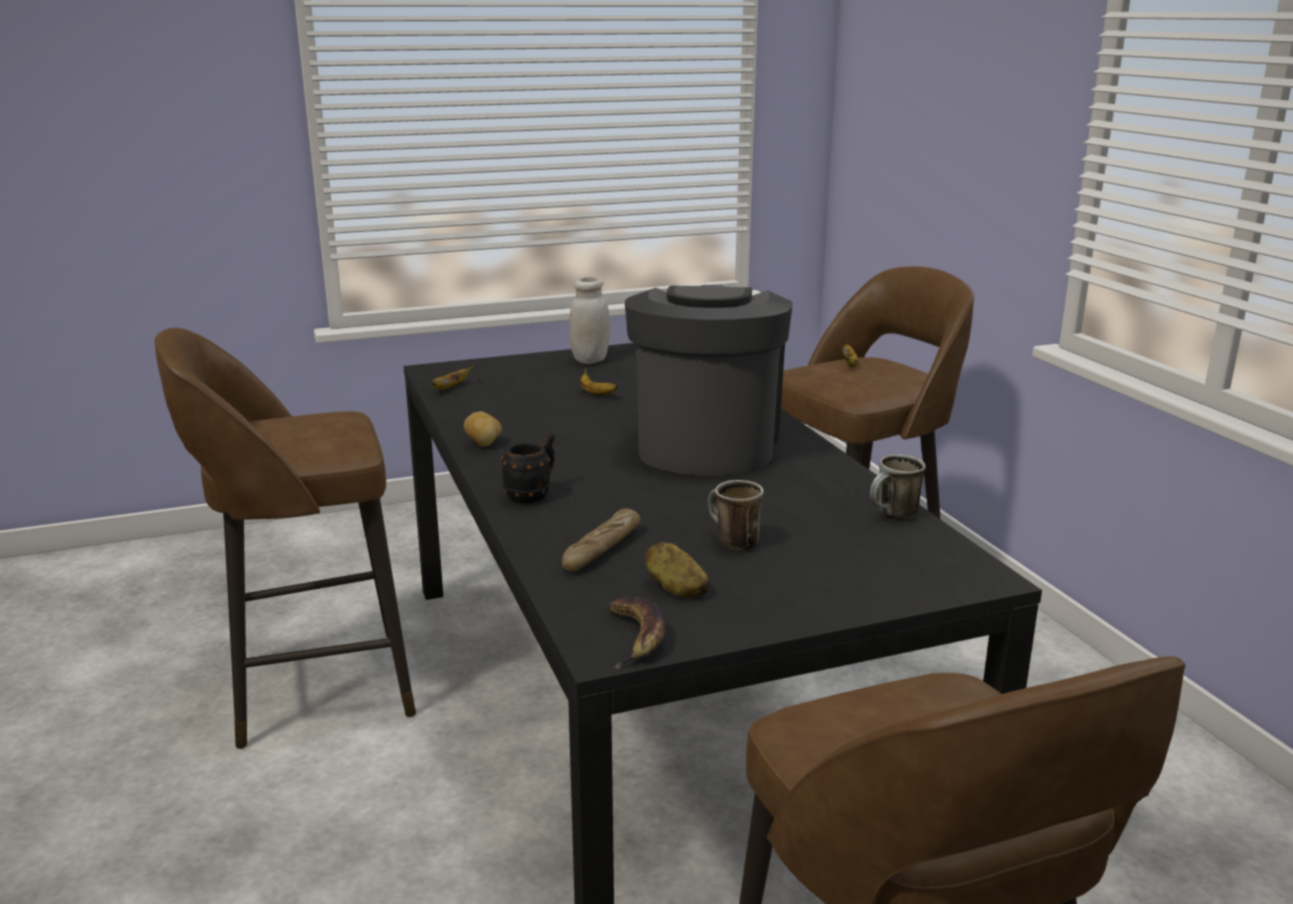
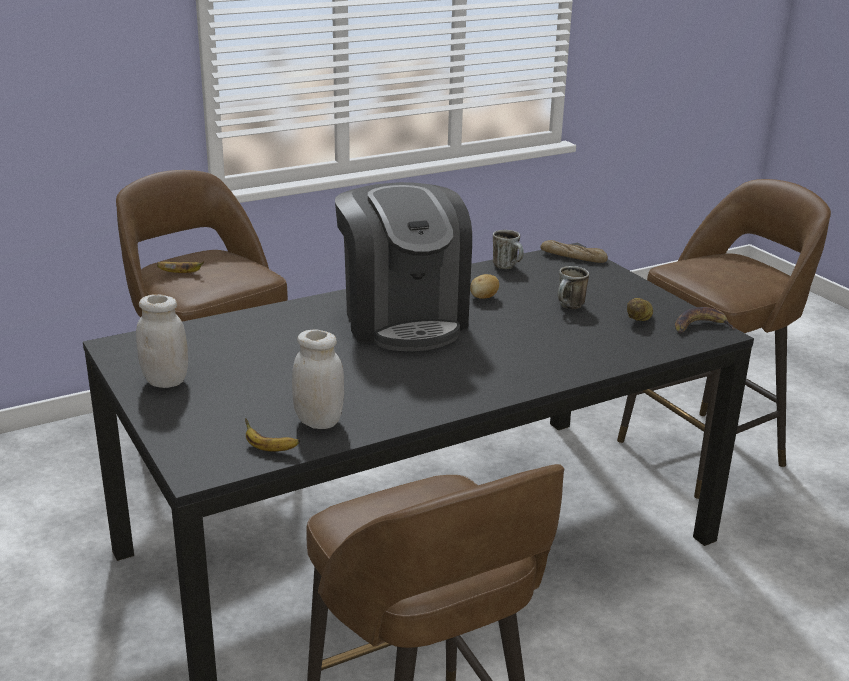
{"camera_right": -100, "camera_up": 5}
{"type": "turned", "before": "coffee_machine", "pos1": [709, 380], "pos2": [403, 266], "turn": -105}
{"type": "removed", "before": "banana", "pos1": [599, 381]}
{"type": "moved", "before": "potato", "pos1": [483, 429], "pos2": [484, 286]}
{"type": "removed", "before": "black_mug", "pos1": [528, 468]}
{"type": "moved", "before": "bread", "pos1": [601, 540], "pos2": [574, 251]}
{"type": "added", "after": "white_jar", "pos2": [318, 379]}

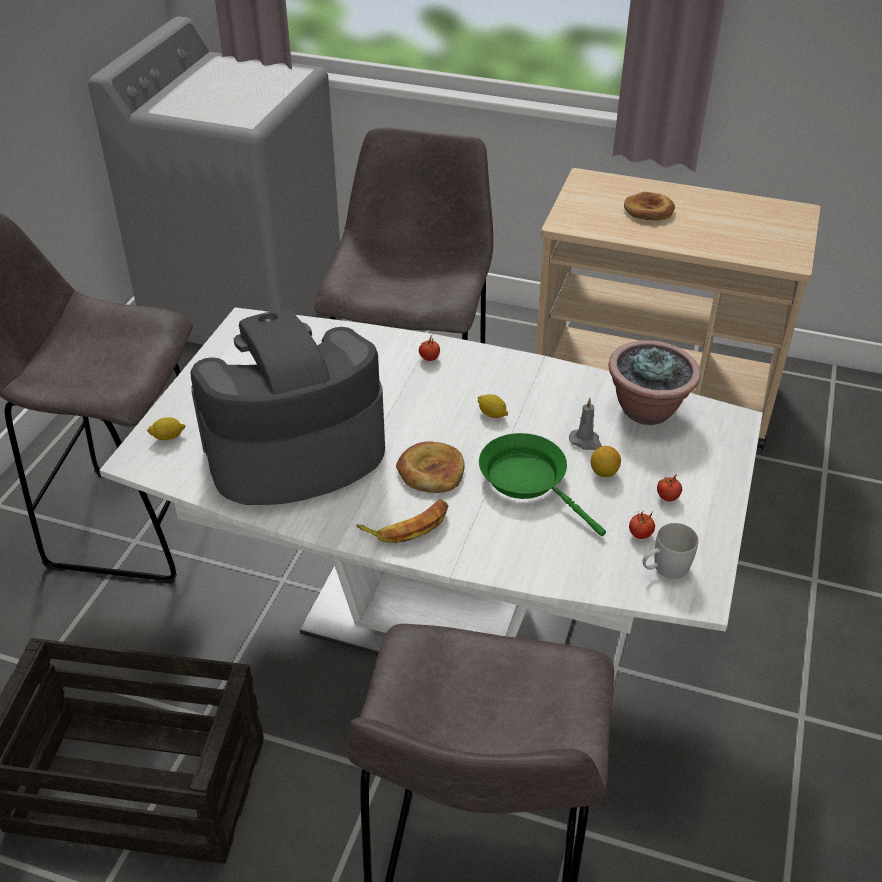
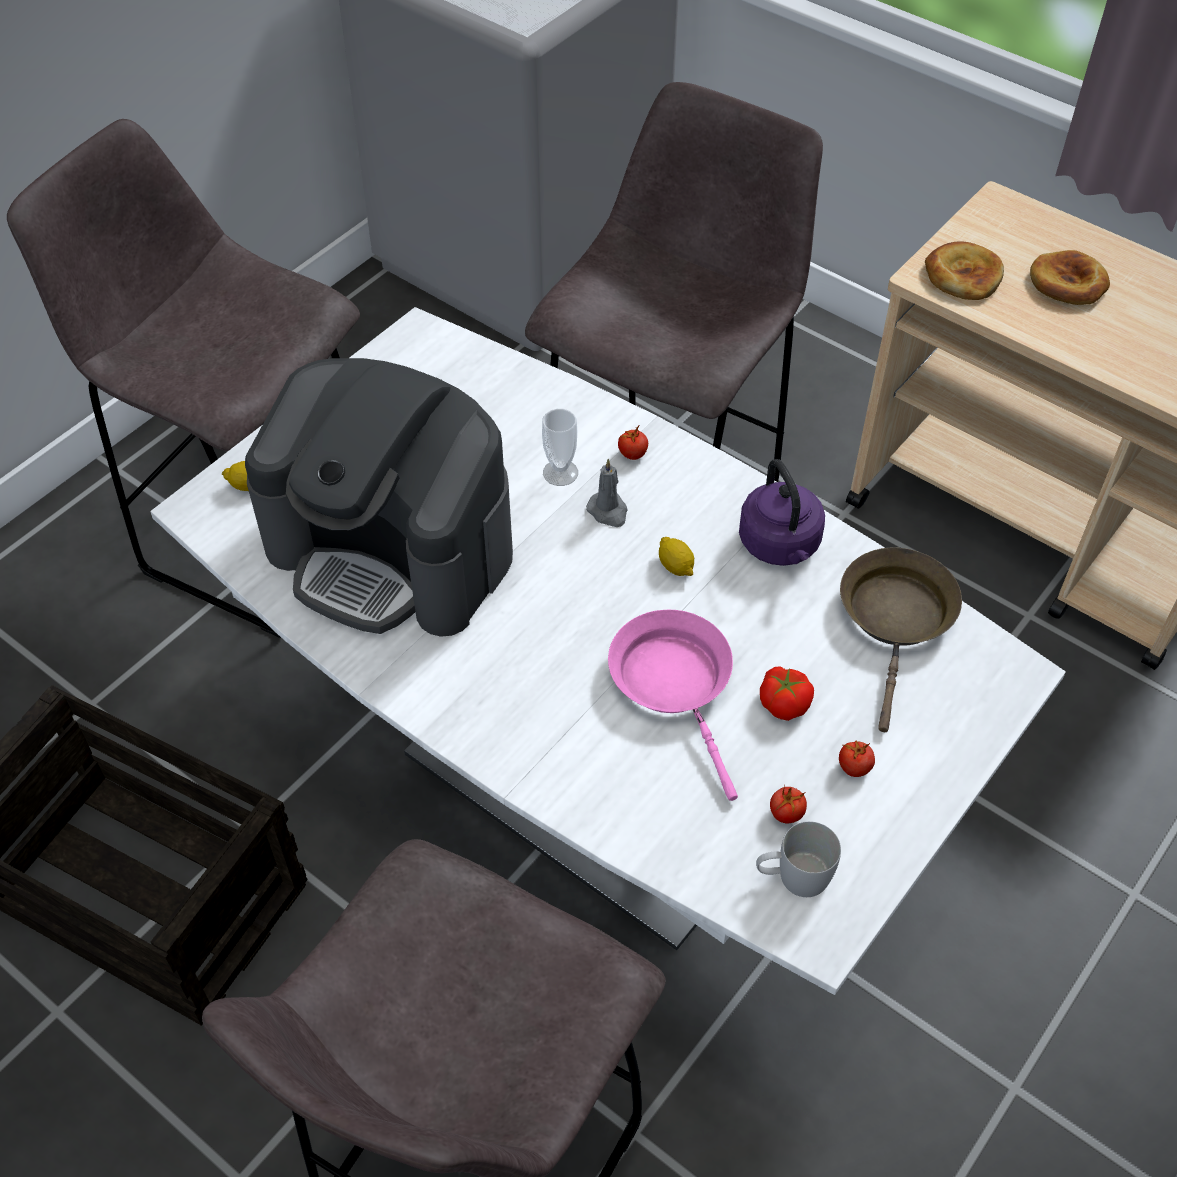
{"camera_right": 20, "camera_up": 10}
{"type": "turned", "before": "coffee_machine", "pos1": [288, 407], "pos2": [379, 497], "turn": -150}
{"type": "replaced", "before": "potted_plant", "after": "brown_frying_pan", "pos1": [654, 382], "pos2": [901, 639]}
{"type": "moved", "before": "grey_candle", "pos1": [585, 424], "pos2": [607, 493]}
{"type": "recoloured", "before": "green_frying_pan", "after": "pink_frying_pan", "pos1": [542, 484], "pos2": [673, 705]}
{"type": "moved", "before": "bread", "pos1": [430, 467], "pos2": [964, 270]}
{"type": "replaced", "before": "lemon", "after": "tomato", "pos1": [606, 461], "pos2": [787, 694]}
{"type": "removed", "before": "banana", "pos1": [402, 521]}
{"type": "added", "after": "cup", "pos2": [560, 447]}
{"type": "added", "after": "purple_kettle", "pos2": [782, 512]}

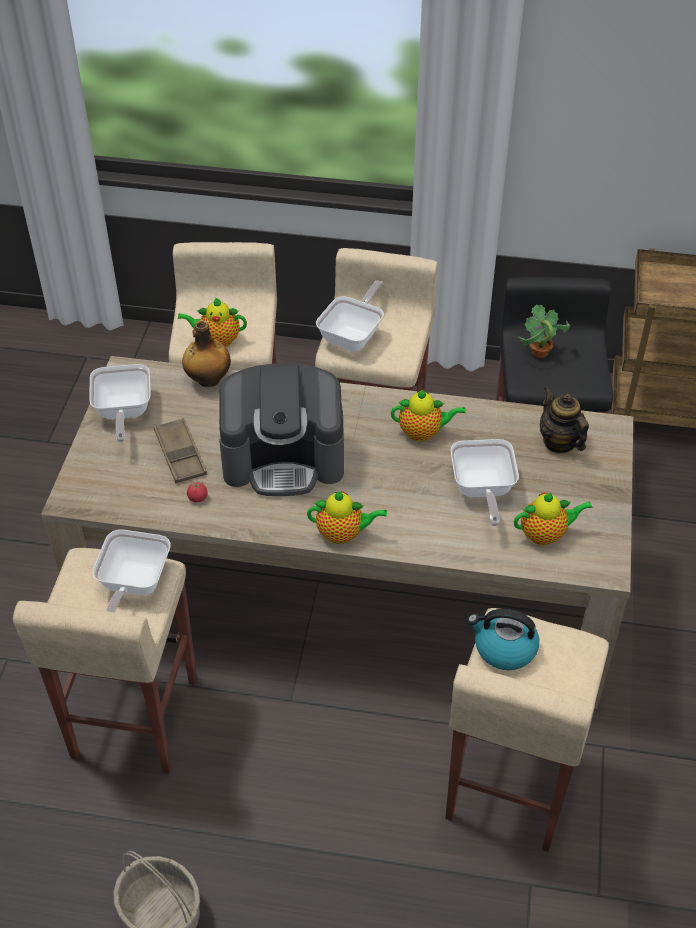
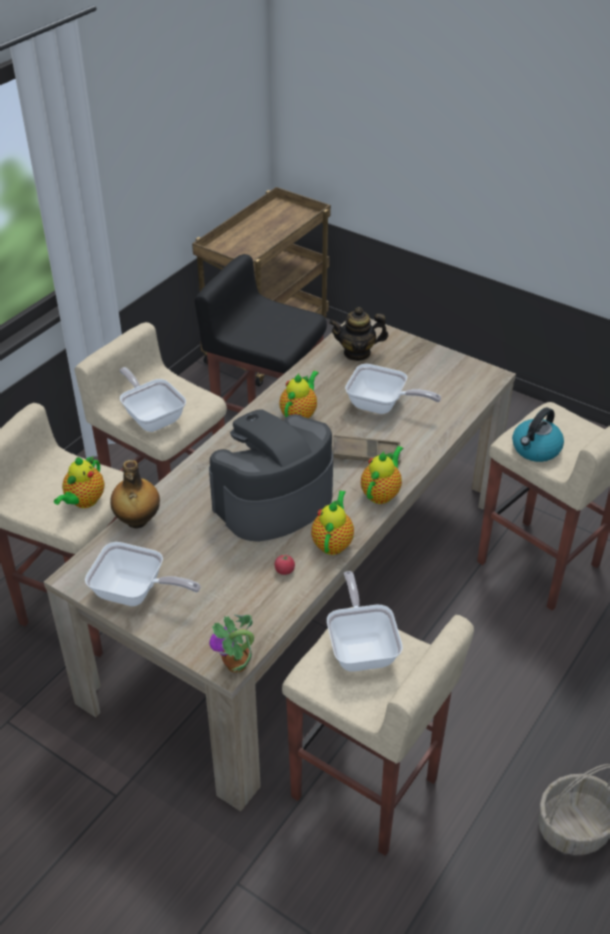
{"camera_right": -65, "camera_up": -5}
{"type": "moved", "before": "potted_plant", "pos1": [544, 331], "pos2": [231, 643]}
{"type": "turned", "before": "coffee_machine", "pos1": [281, 429], "pos2": [271, 475], "turn": -150}
{"type": "moved", "before": "brown_tray", "pos1": [180, 450], "pos2": [367, 449]}
{"type": "moved", "before": "teapot", "pos1": [553, 518], "pos2": [332, 522]}
{"type": "turned", "before": "frying_pan", "pos1": [131, 571], "pos2": [365, 621], "turn": -135}

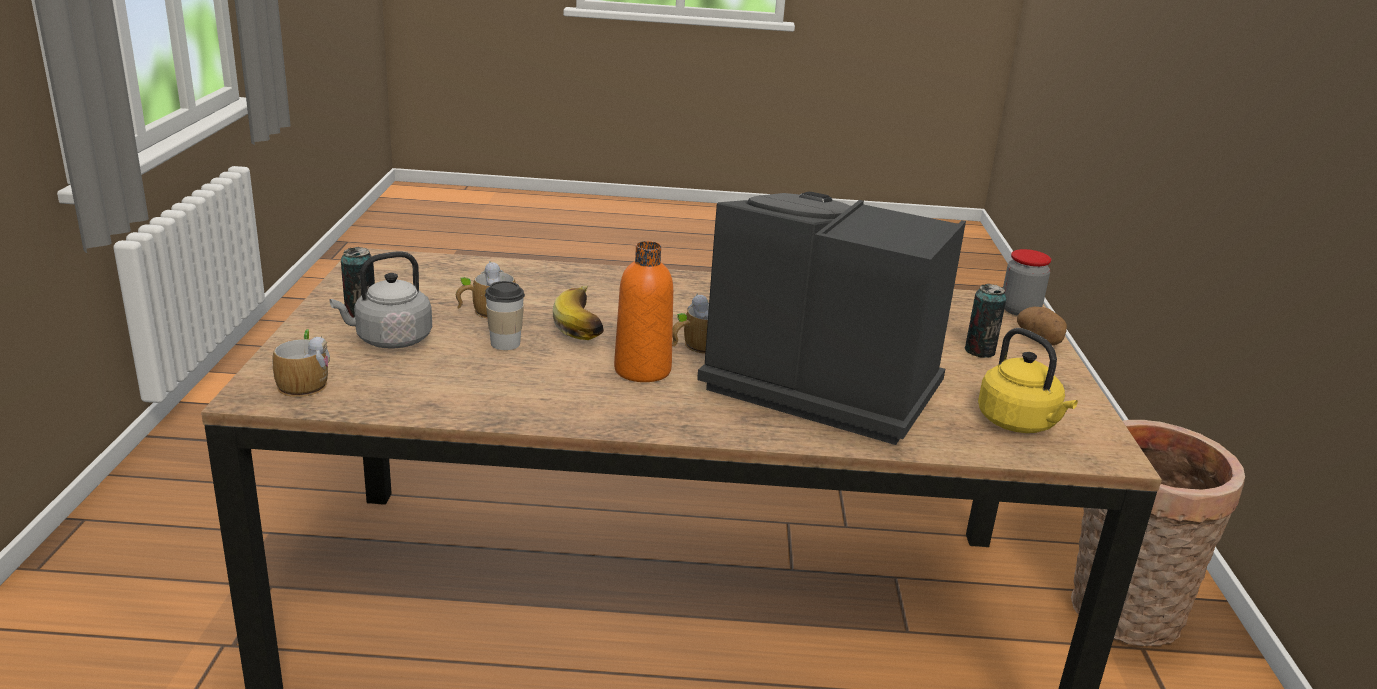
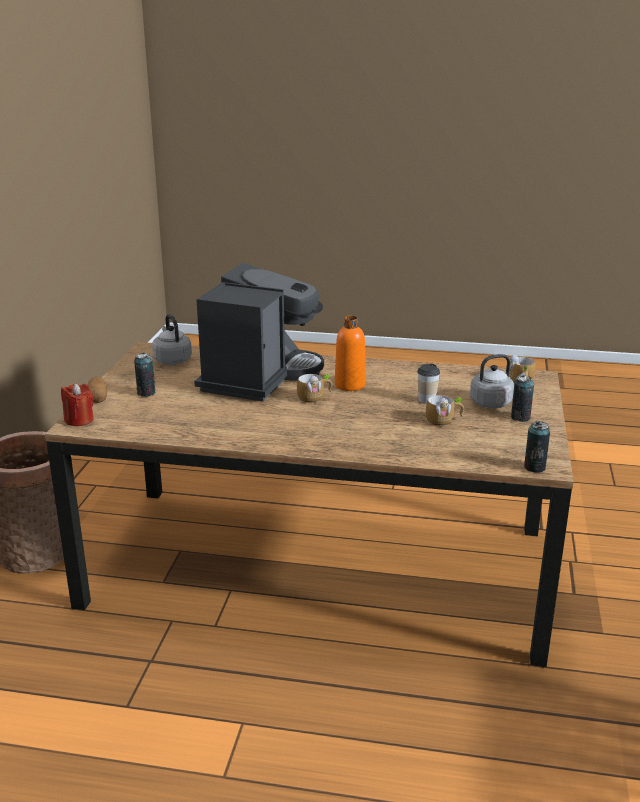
{"camera_right": -170, "camera_up": 0}
{"type": "turned", "before": "coffee_machine", "pos1": [831, 318], "pos2": [259, 332], "turn": -105}
{"type": "replaced", "before": "jar", "after": "red_candle", "pos1": [1027, 282], "pos2": [77, 404]}
{"type": "removed", "before": "banana", "pos1": [578, 313]}
{"type": "recoloured", "before": "yellow_kettle", "after": "grey_kettle", "pos1": [1028, 380], "pos2": [172, 339]}
{"type": "added", "after": "can", "pos2": [537, 447]}

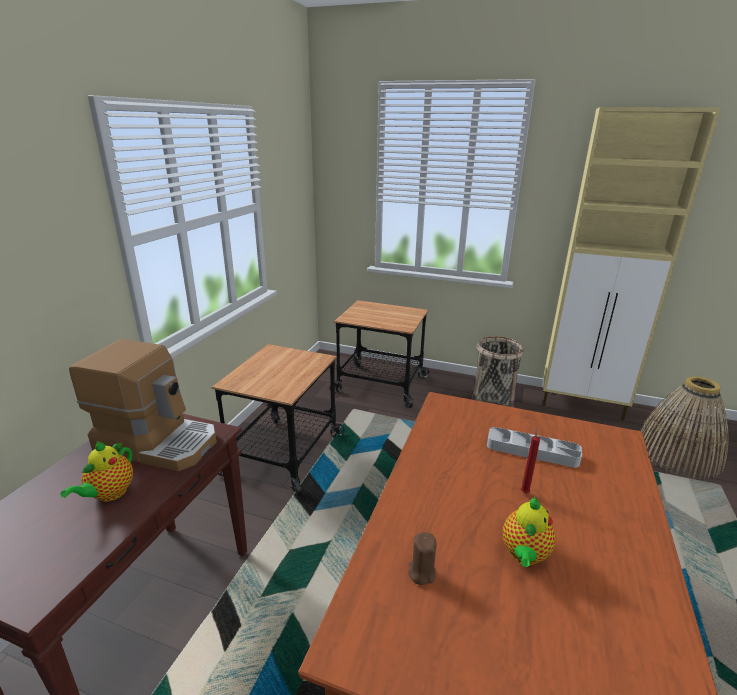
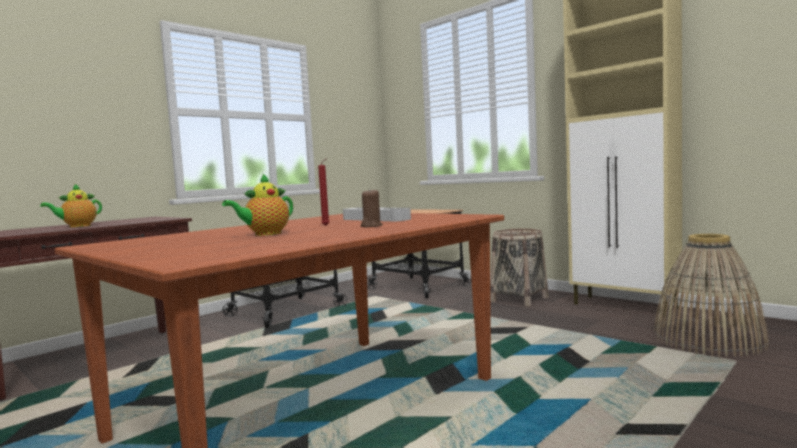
{"camera_right": 25, "camera_up": -20}
{"type": "removed", "before": "coffee_machine", "pos1": [143, 405]}
{"type": "moved", "before": "brown_candle", "pos1": [422, 558], "pos2": [372, 207]}

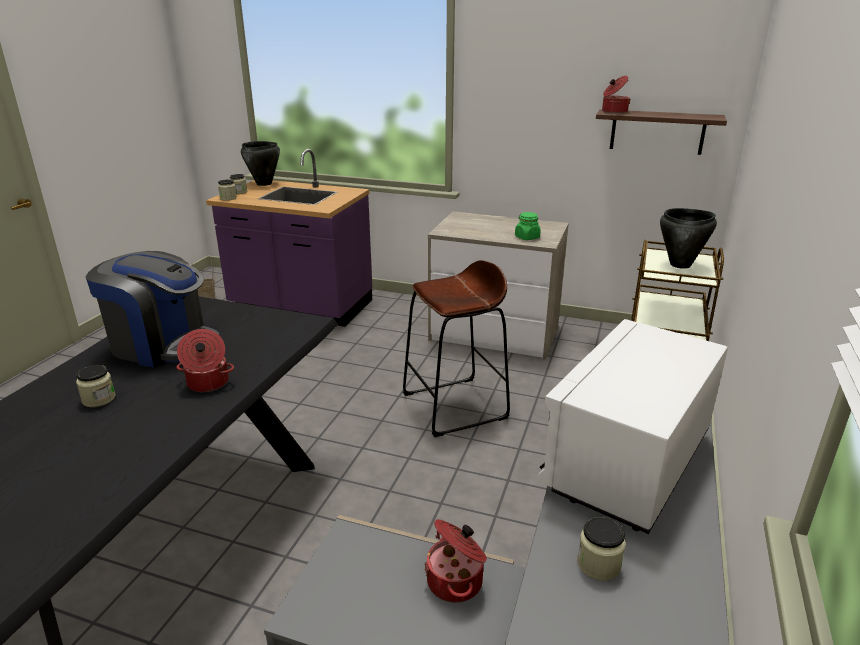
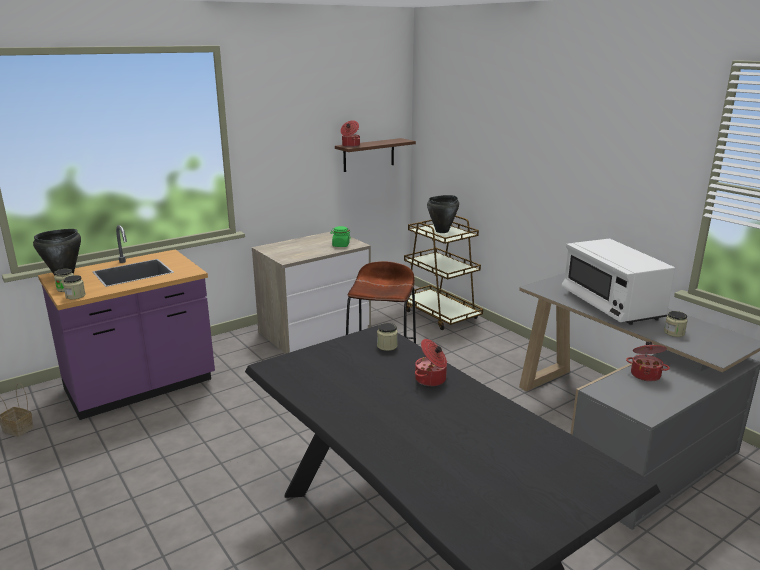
{"camera_right": -55, "camera_up": -5}
{"type": "removed", "before": "coffee_machine", "pos1": [153, 309]}
{"type": "moved", "before": "jar", "pos1": [95, 386], "pos2": [387, 337]}

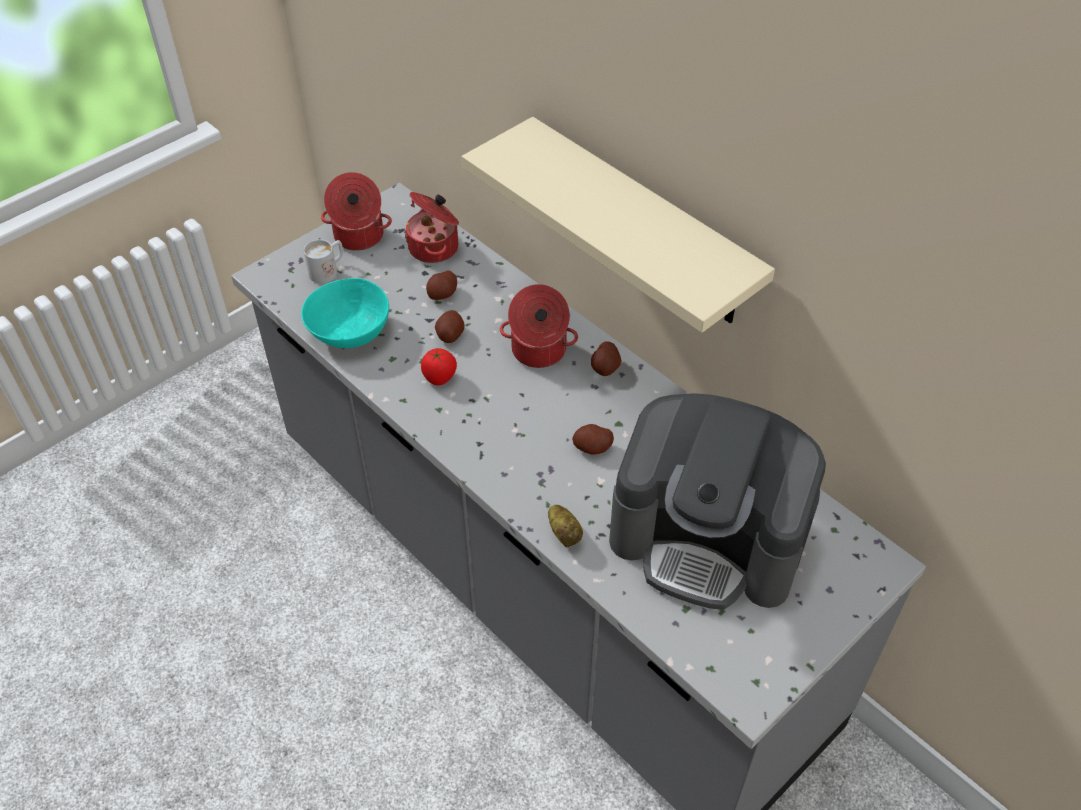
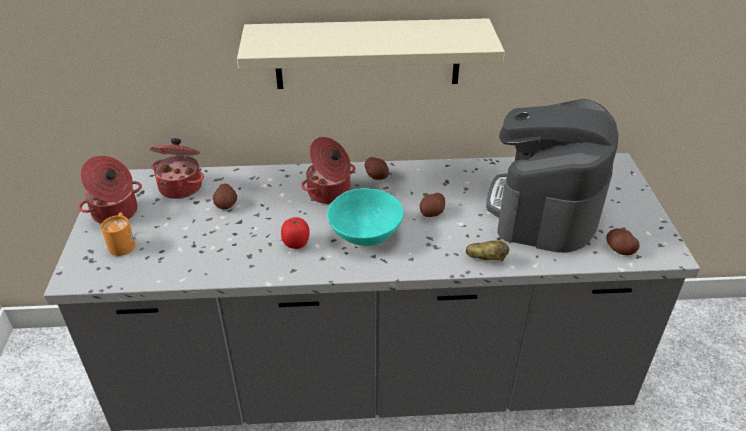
{"camera_right": -50, "camera_up": -10}
{"type": "recoloured", "before": "white_mug", "after": "orange_mug", "pos1": [323, 261], "pos2": [118, 234]}
{"type": "moved", "before": "turquoise_bowl", "pos1": [345, 313], "pos2": [365, 217]}
{"type": "moved", "before": "potato", "pos1": [449, 326], "pos2": [623, 241]}
{"type": "turned", "before": "coffee_machine", "pos1": [717, 501], "pos2": [552, 176], "turn": 135}

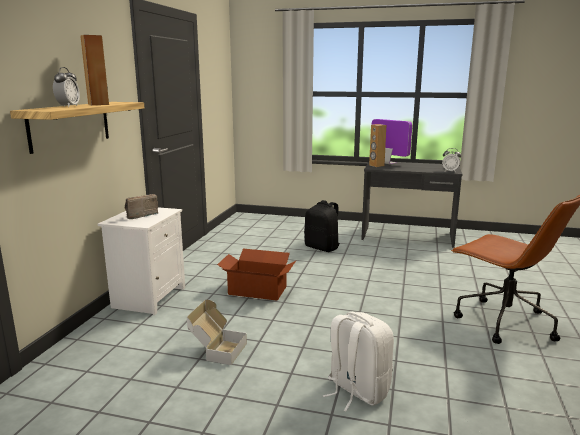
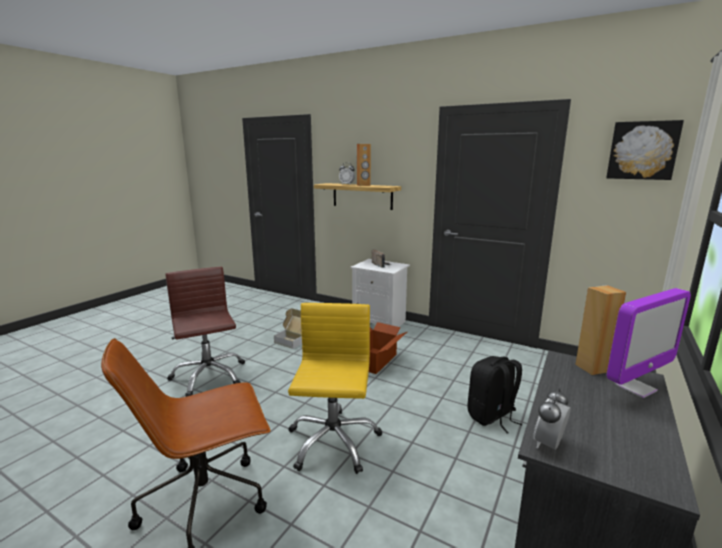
{"camera_right": 105, "camera_up": 0}
{"type": "replaced", "before": "white_backpack", "after": "brown_office_chair", "pos1": [358, 361], "pos2": [205, 332]}
{"type": "added", "after": "picture", "pos2": [645, 150]}
{"type": "added", "after": "yellow_office_chair", "pos2": [335, 388]}

